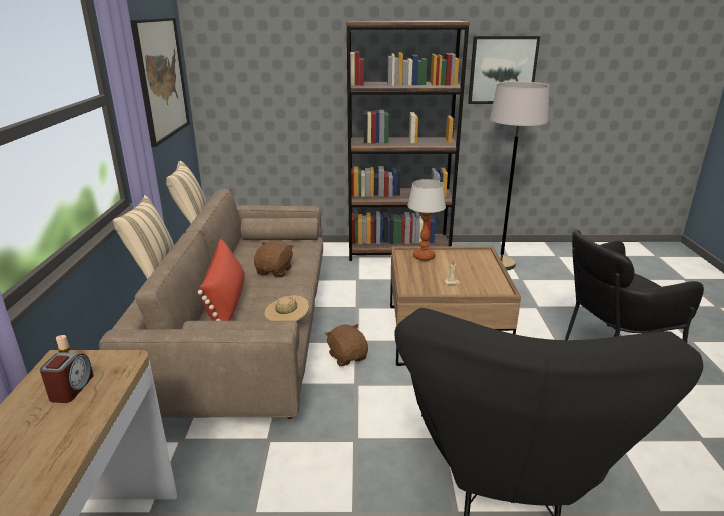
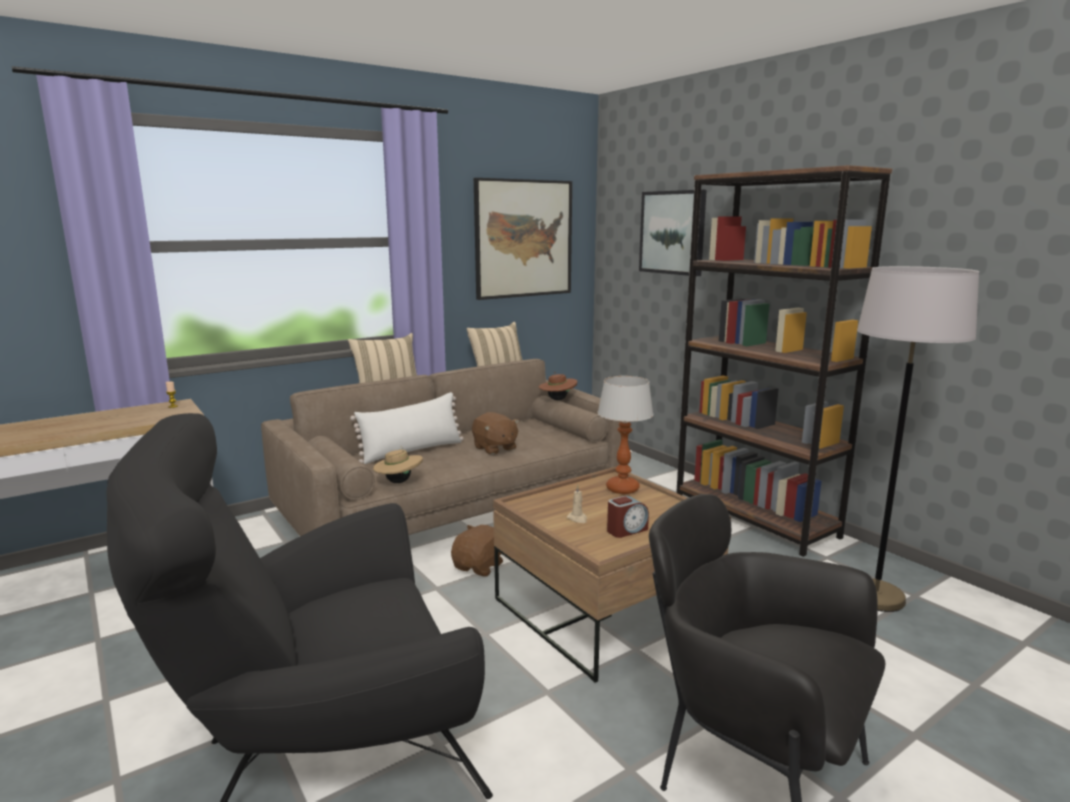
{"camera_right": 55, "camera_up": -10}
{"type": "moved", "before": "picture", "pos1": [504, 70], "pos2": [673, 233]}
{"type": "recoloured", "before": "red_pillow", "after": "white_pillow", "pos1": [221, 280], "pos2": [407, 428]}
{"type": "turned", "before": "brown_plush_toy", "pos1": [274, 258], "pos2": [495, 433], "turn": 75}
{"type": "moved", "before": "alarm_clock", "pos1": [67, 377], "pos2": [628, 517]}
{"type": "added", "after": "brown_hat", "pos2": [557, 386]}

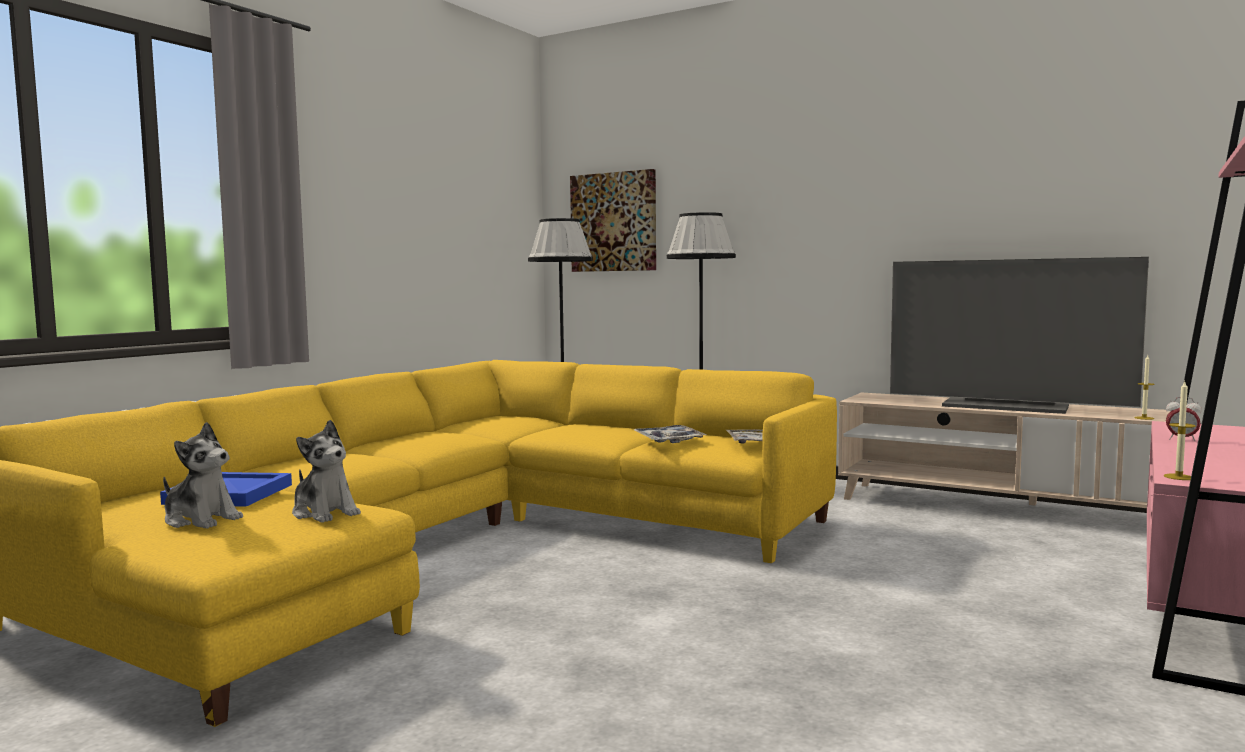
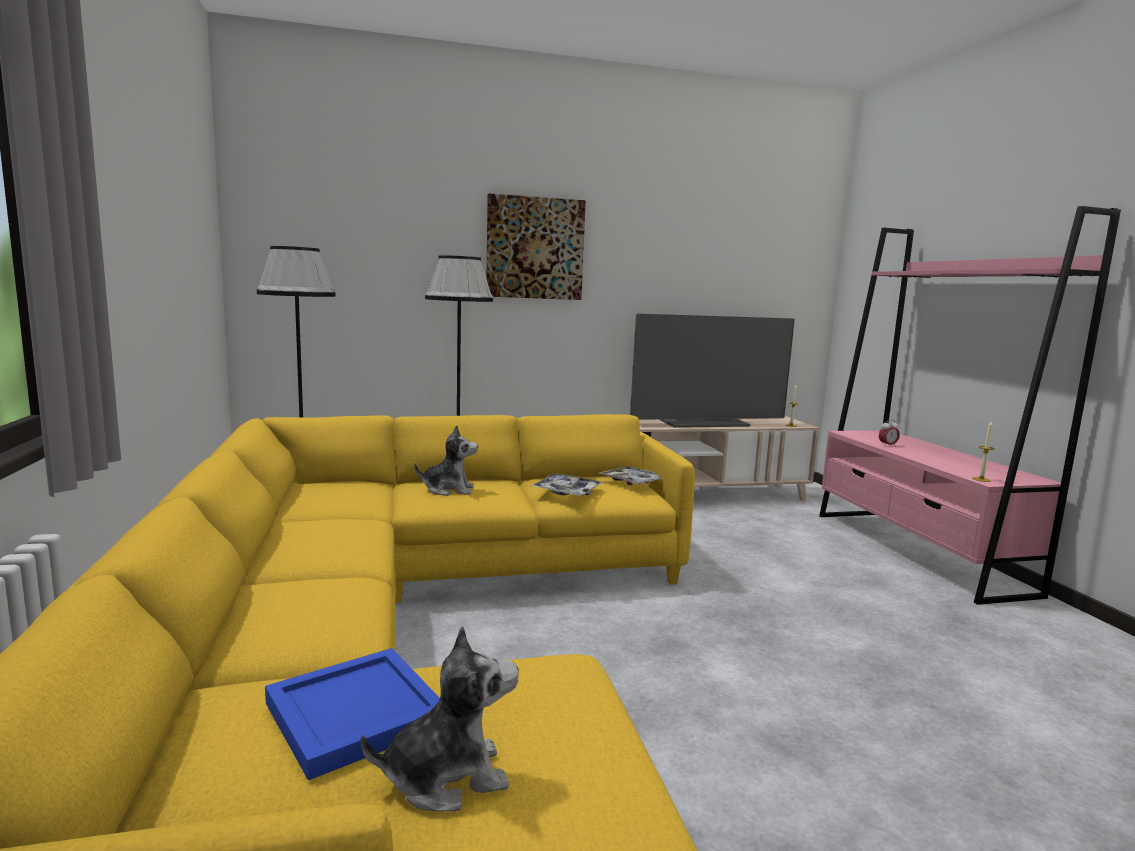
{"camera_right": -45, "camera_up": 5}
{"type": "moved", "before": "picture", "pos1": [613, 220], "pos2": [536, 246]}
{"type": "moved", "before": "plush_toy", "pos1": [326, 471], "pos2": [446, 460]}

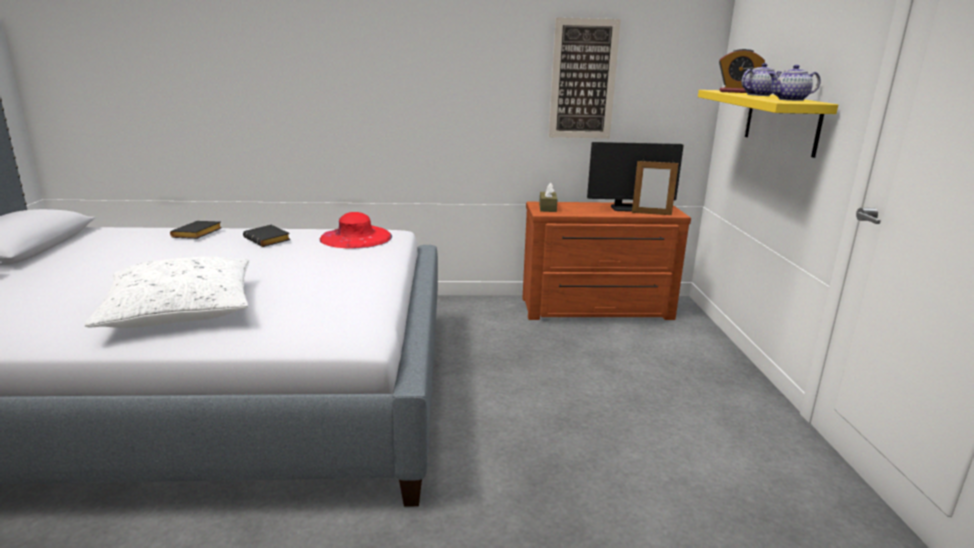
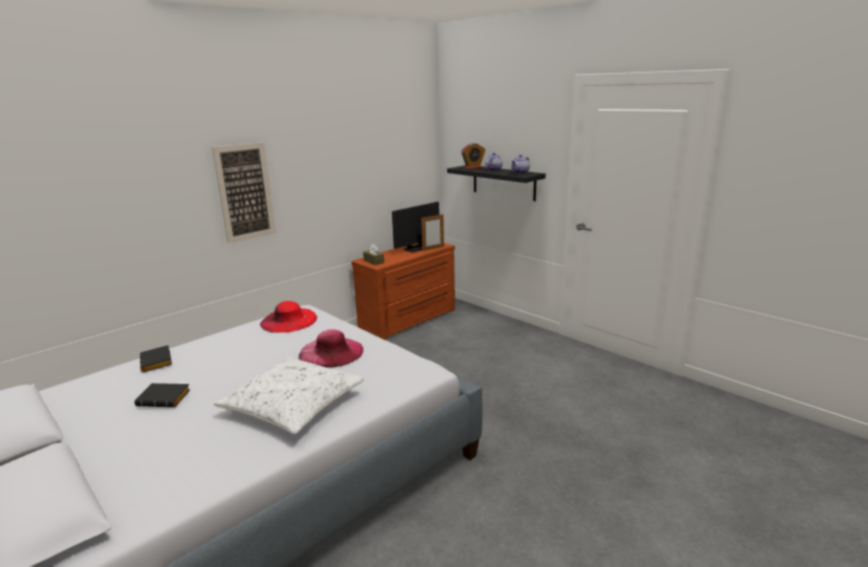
{"camera_right": -40, "camera_up": 0}
{"type": "moved", "before": "picture", "pos1": [585, 77], "pos2": [244, 192]}
{"type": "recoloured", "before": "yellow_shelf", "after": "black_shelf", "pos1": [768, 124], "pos2": [496, 183]}
{"type": "moved", "before": "black_book", "pos1": [267, 236], "pos2": [162, 395]}
{"type": "added", "after": "pink_hat", "pos2": [331, 348]}

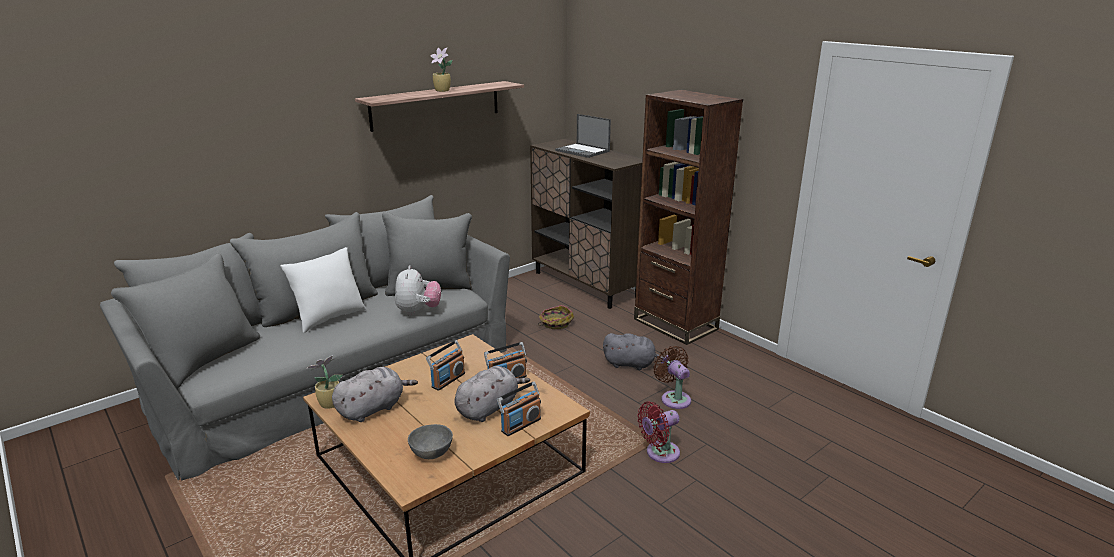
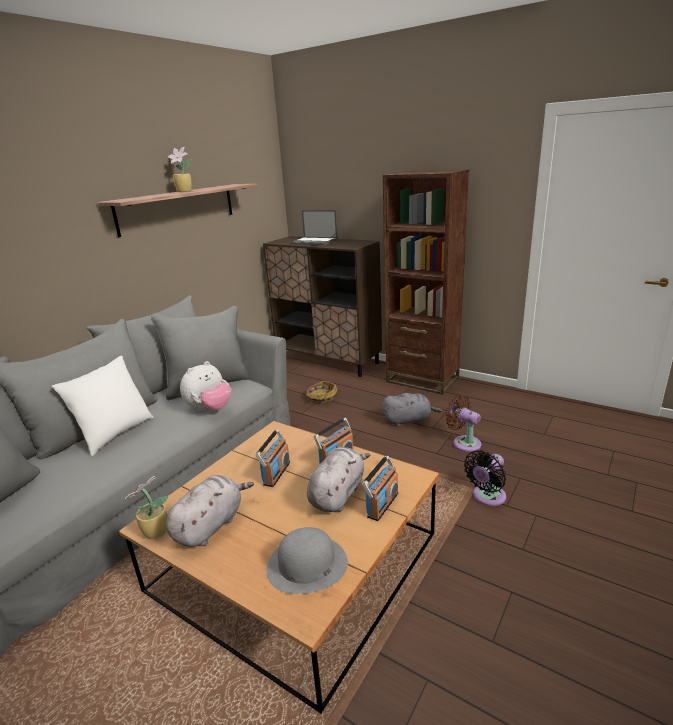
{"camera_right": -15, "camera_up": 0}
{"type": "turned", "before": "plush_toy", "pos1": [418, 291], "pos2": [206, 386], "turn": 60}
{"type": "recoloured", "before": "red_fan", "after": "black_fan", "pos1": [659, 432], "pos2": [485, 478]}
{"type": "replaced", "before": "grey_bowl", "after": "grey_hat", "pos1": [430, 441], "pos2": [307, 560]}

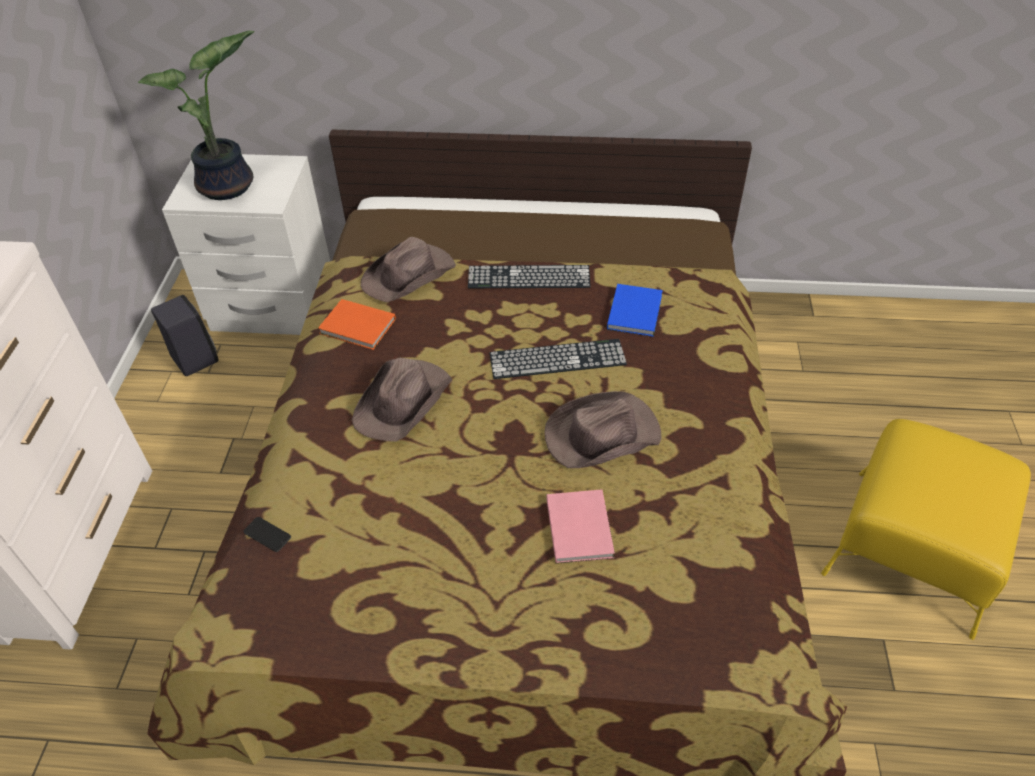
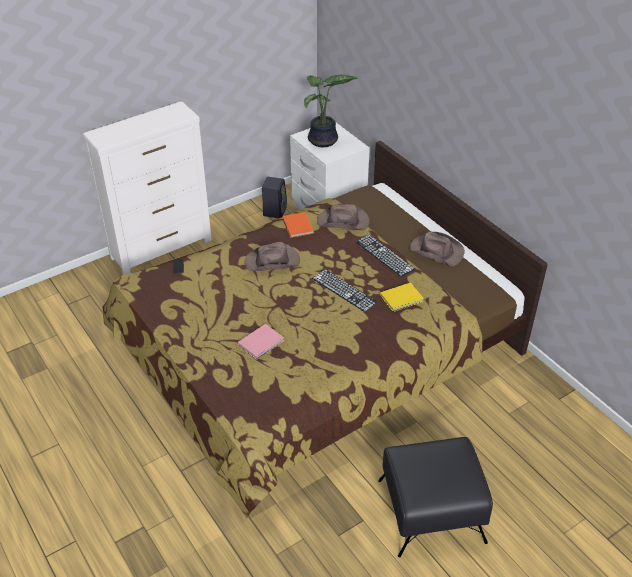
{"camera_right": 50, "camera_up": -5}
{"type": "recoloured", "before": "blue_book", "after": "yellow_book", "pos1": [635, 310], "pos2": [402, 297]}
{"type": "moved", "before": "brown_hat", "pos1": [602, 429], "pos2": [437, 249]}
{"type": "recoloured", "before": "yellow_ottoman", "after": "black_ottoman", "pos1": [926, 529], "pos2": [435, 497]}

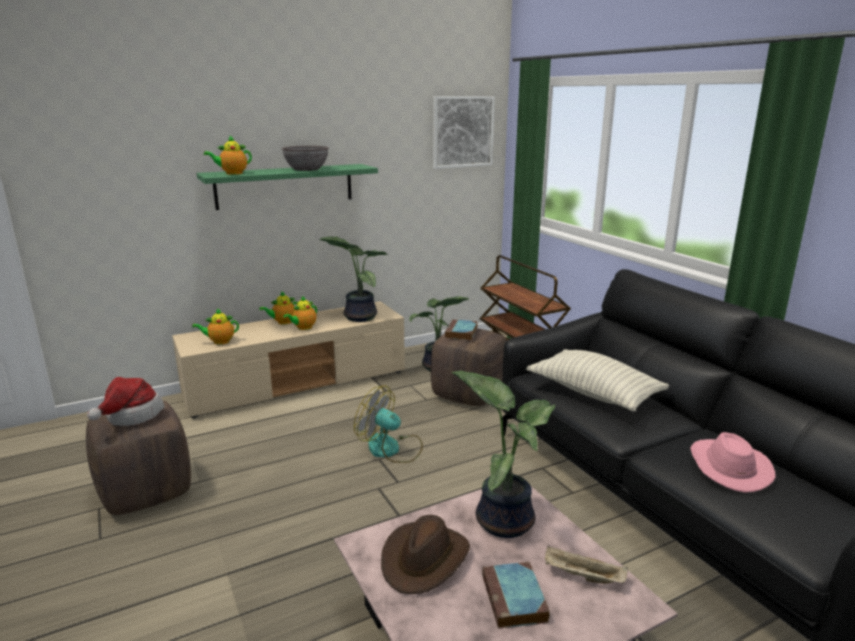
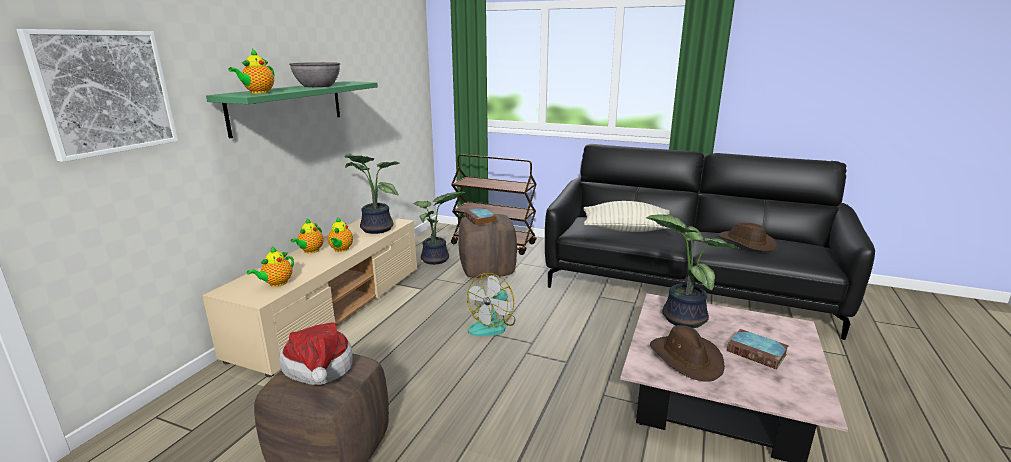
{"camera_right": -40, "camera_up": 0}
{"type": "moved", "before": "picture", "pos1": [464, 132], "pos2": [97, 95]}
{"type": "turned", "before": "fan", "pos1": [388, 424], "pos2": [491, 304], "turn": -45}
{"type": "recoloured", "before": "pink_hat", "after": "brown_hat", "pos1": [733, 462], "pos2": [747, 237]}
{"type": "removed", "before": "beige_tray", "pos1": [586, 565]}

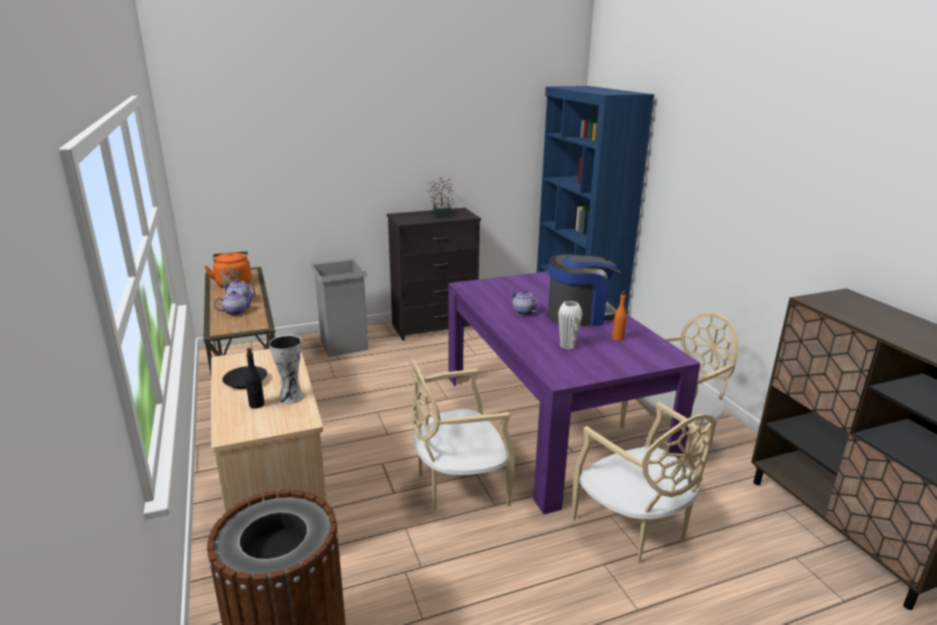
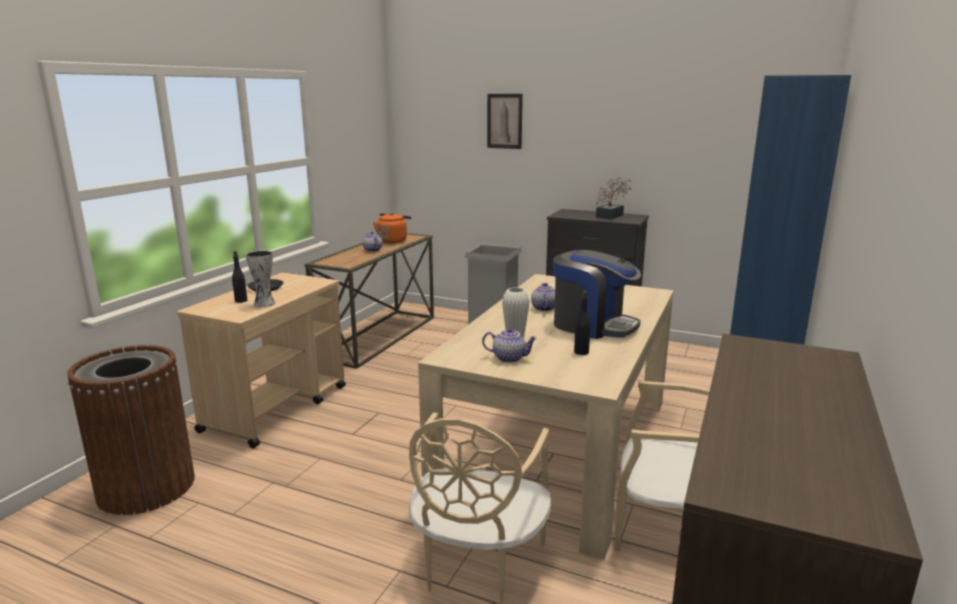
{"camera_right": 45, "camera_up": -5}
{"type": "recoloured", "before": "purple_dining_table", "after": "beige_dining_table", "pos1": [574, 392], "pos2": [546, 417]}
{"type": "moved", "before": "teapot", "pos1": [234, 302], "pos2": [510, 345]}
{"type": "recoloured", "before": "orange_bottle", "after": "black_bottle", "pos1": [619, 315], "pos2": [582, 323]}
{"type": "removed", "before": "beige_chair", "pos1": [462, 434]}
{"type": "added", "after": "picture", "pos2": [505, 121]}

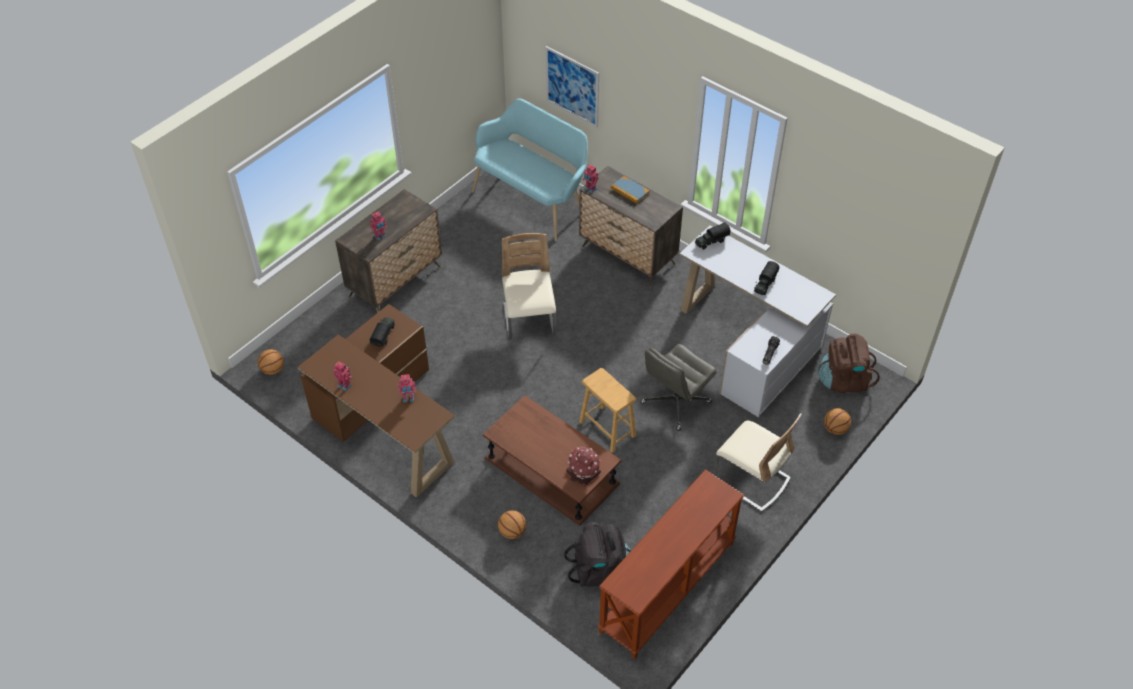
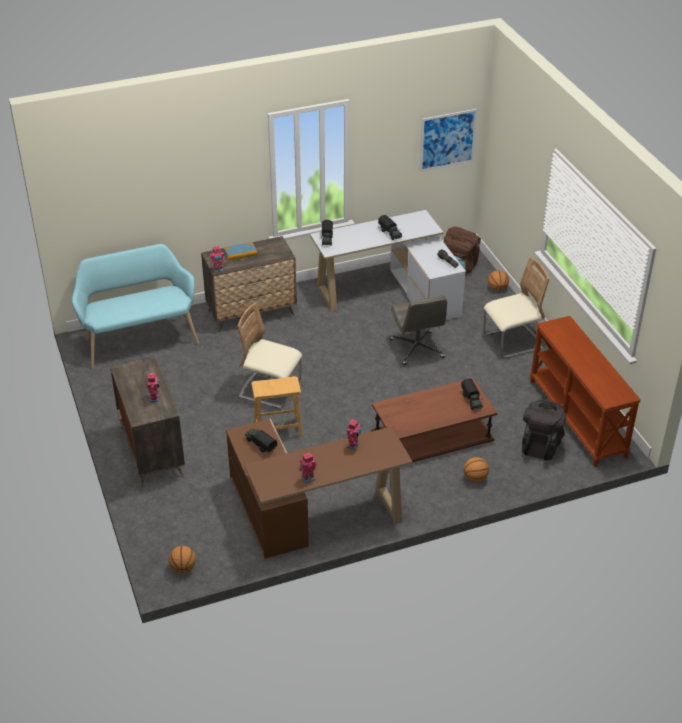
{"camera_right": -60, "camera_up": -10}
{"type": "moved", "before": "picture", "pos1": [572, 86], "pos2": [448, 140]}
{"type": "moved", "before": "brown_stool", "pos1": [608, 410], "pos2": [277, 407]}
{"type": "replaced", "before": "toy_house", "after": "toy_truck", "pos1": [583, 466], "pos2": [472, 394]}

